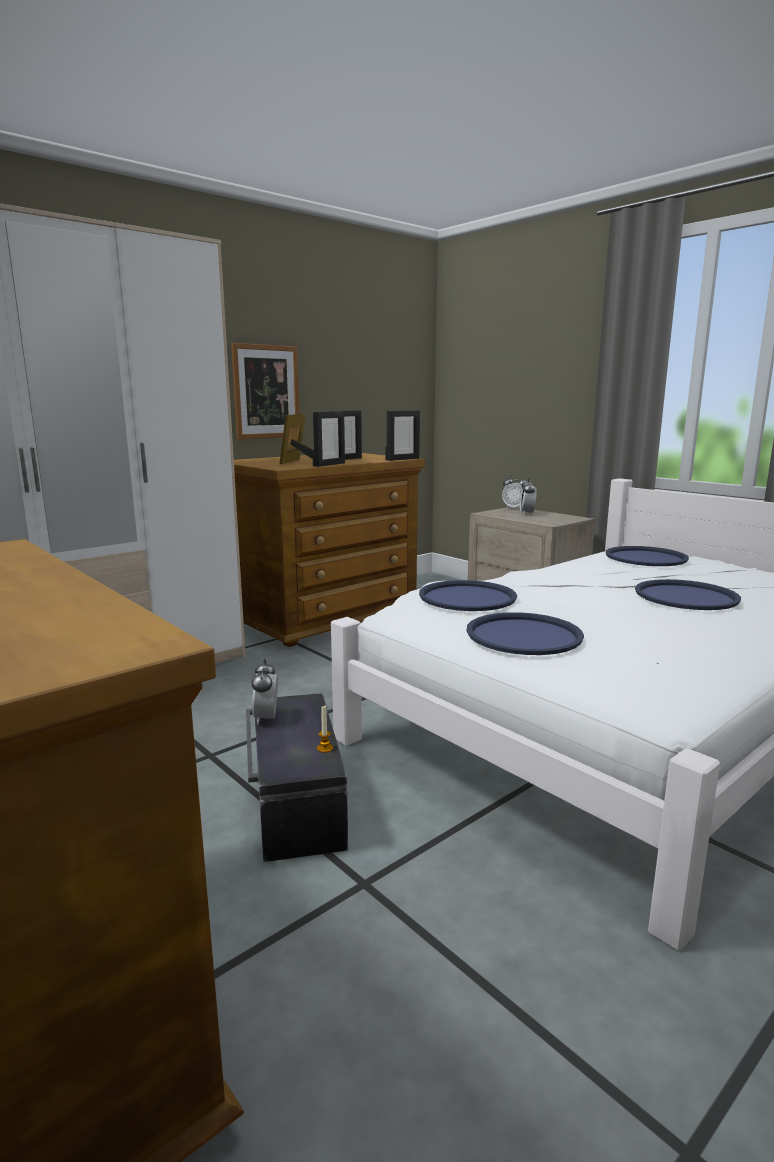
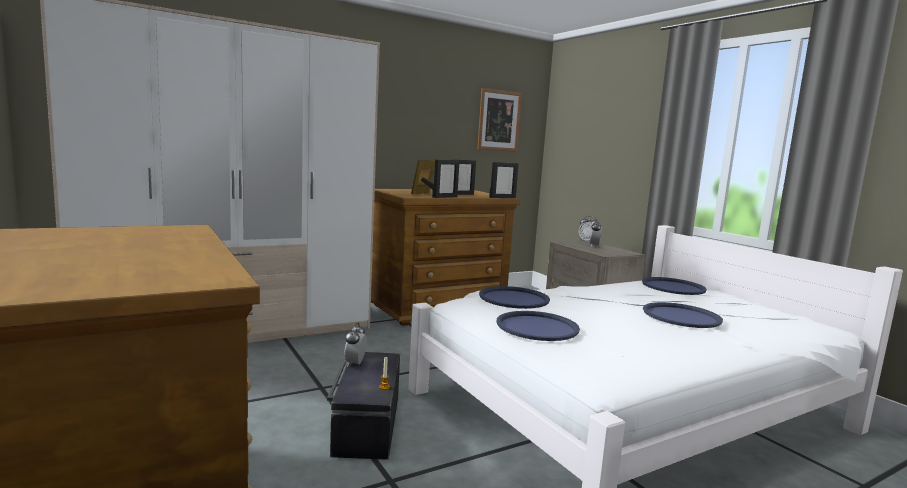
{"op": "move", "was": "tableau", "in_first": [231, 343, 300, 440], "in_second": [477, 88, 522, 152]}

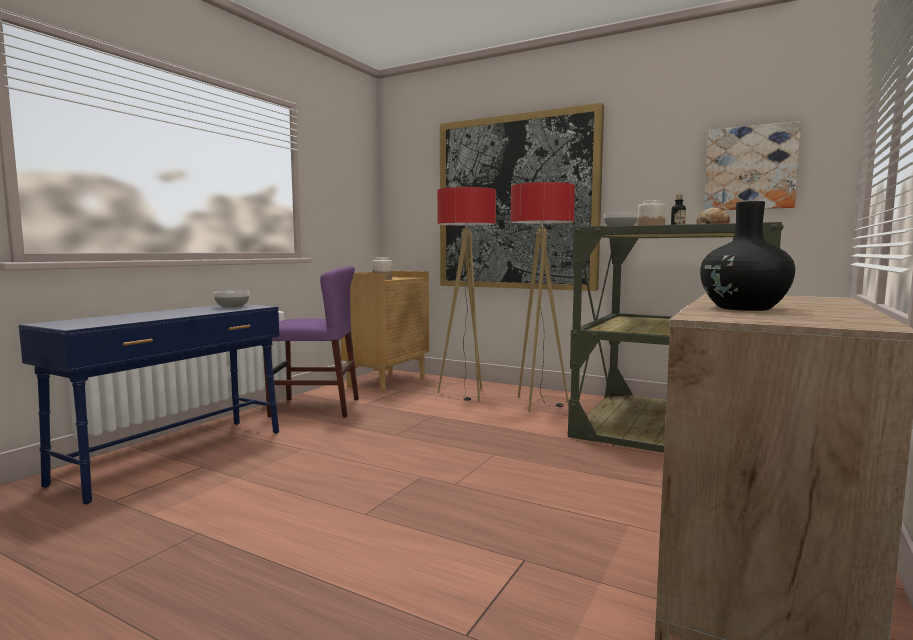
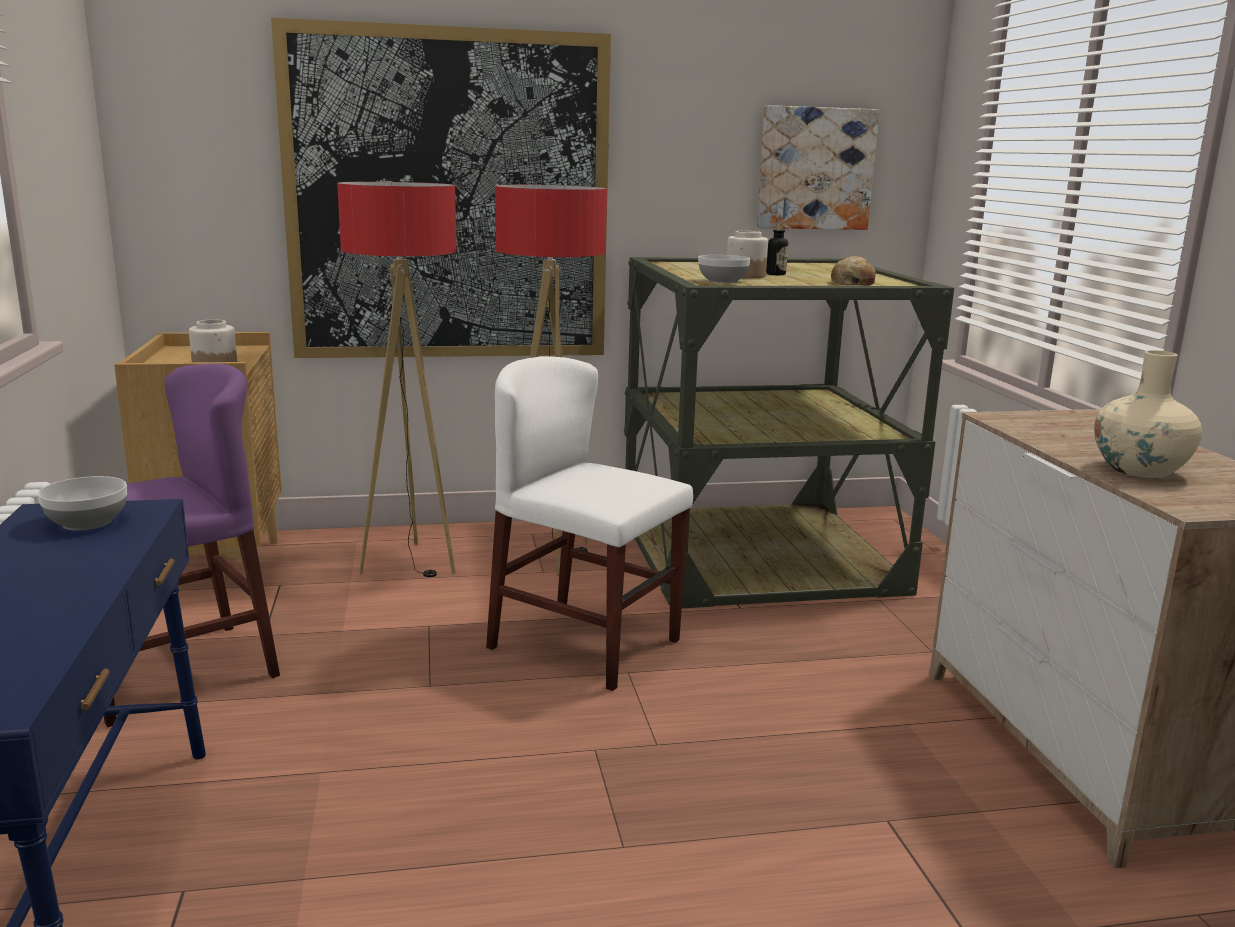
{"op": "recolor", "was": "vase/noir", "now": "vase/beige", "in_first": [700, 201, 795, 311], "in_second": [1094, 350, 1202, 478]}
{"op": "insert", "now": "chaise/blanc", "in_second": [486, 357, 693, 691]}

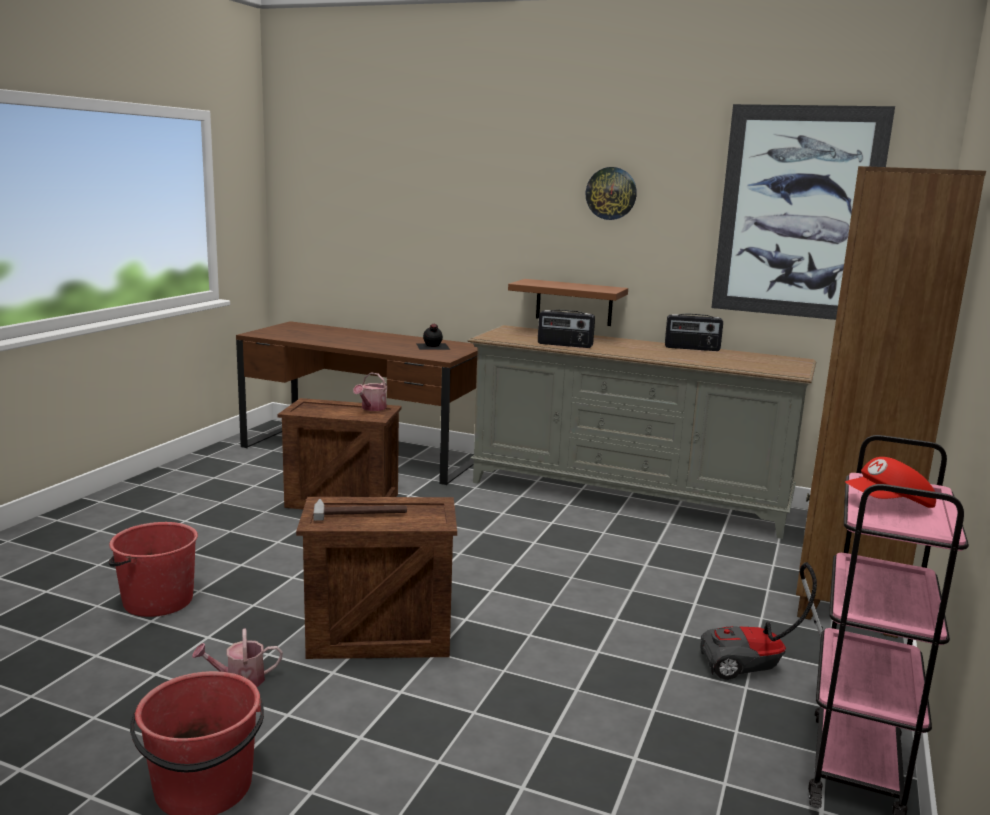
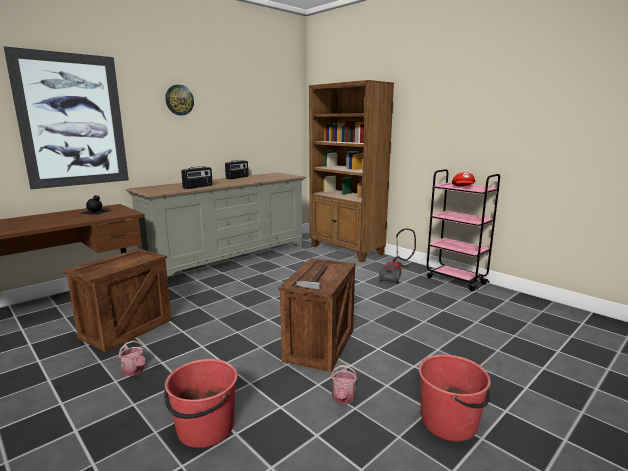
{"op": "move", "was": "tableau", "in_first": [711, 104, 895, 320], "in_second": [4, 46, 129, 189]}
{"op": "delete", "was": "étagère/marron", "in_first": [508, 279, 628, 326]}
{"op": "move", "was": "arrosoir", "in_first": [353, 372, 387, 411], "in_second": [118, 340, 145, 376]}

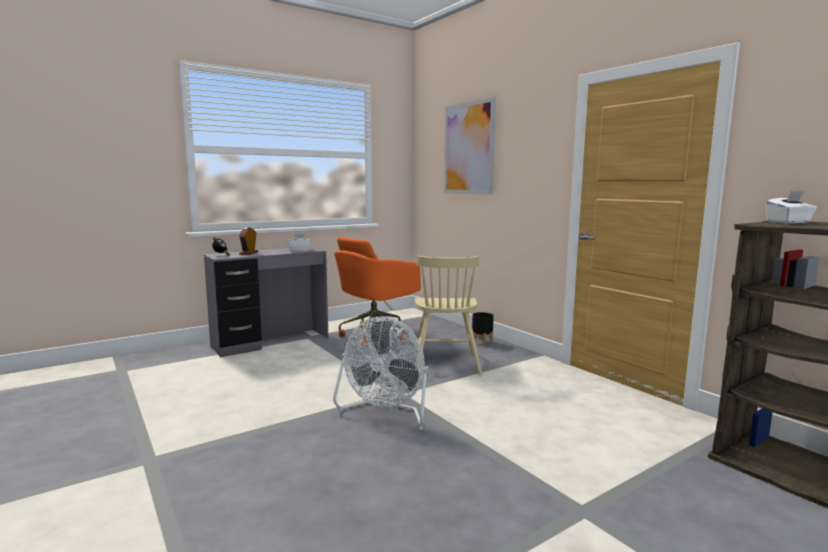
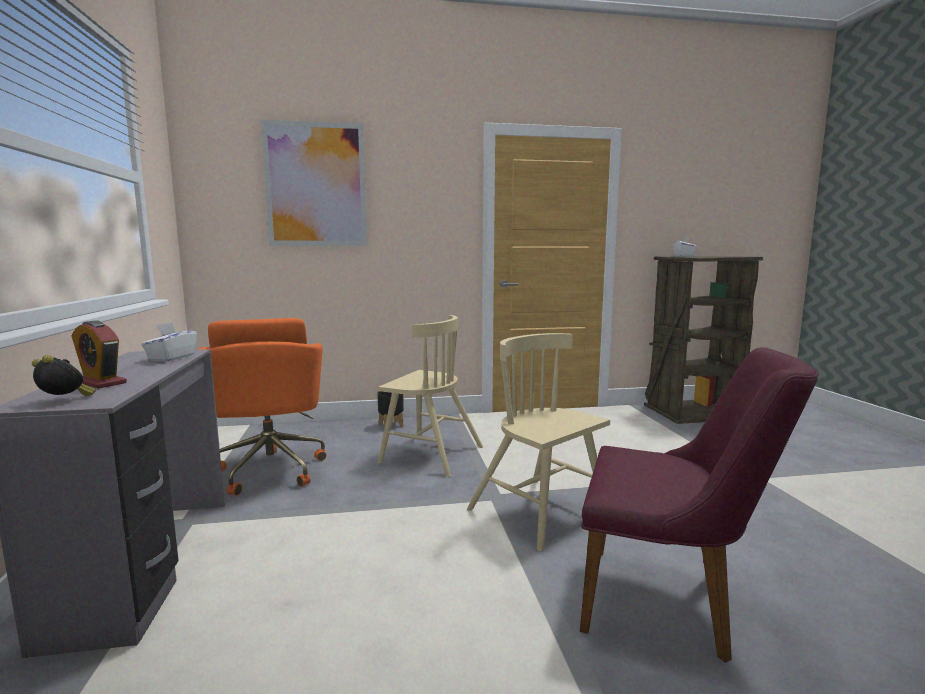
{"op": "replace", "was": "ventilateur/blanc", "now": "chaise/beige", "in_first": [333, 316, 429, 430], "in_second": [467, 333, 610, 551]}
{"op": "insert", "now": "chaise/violet", "in_second": [580, 347, 819, 663]}

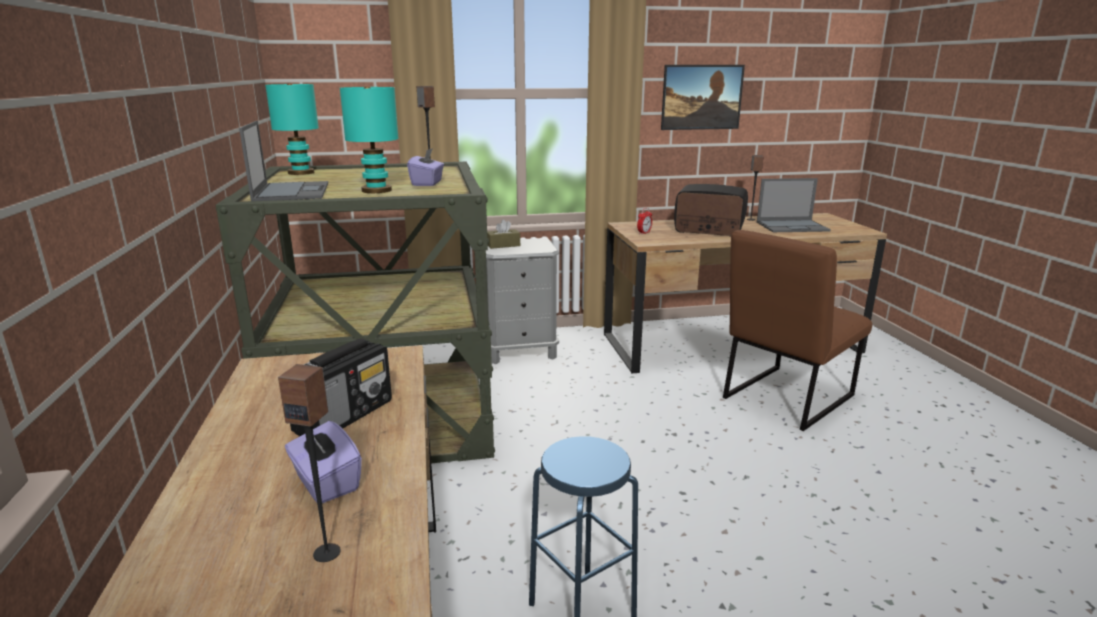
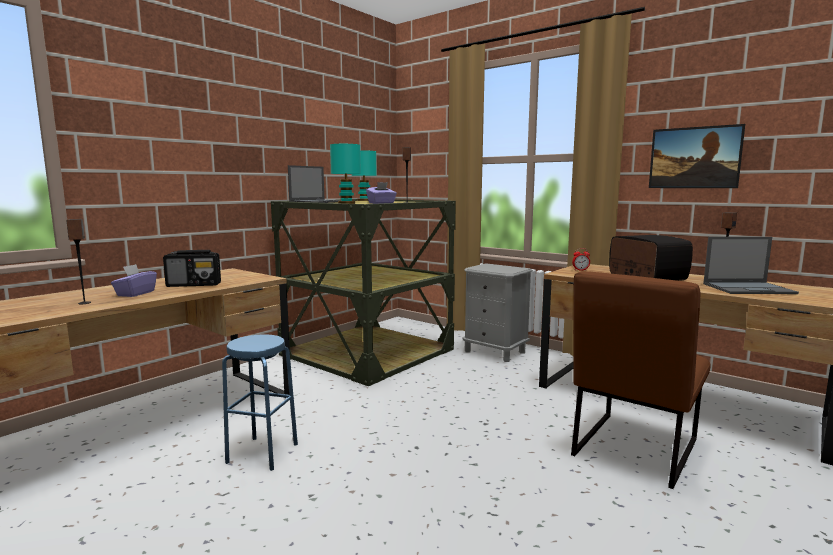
{"op": "rotate", "was": "ordinateur portable", "in_first": [757, 178, 831, 232], "in_second": [703, 237, 799, 294], "clockwise": -45}
{"op": "delete", "was": "boîte à mouchoirs/marron", "in_first": [487, 219, 520, 249]}
{"op": "rotate", "was": "chaise/marron", "in_first": [723, 230, 872, 431], "in_second": [571, 271, 711, 489], "clockwise": -60}

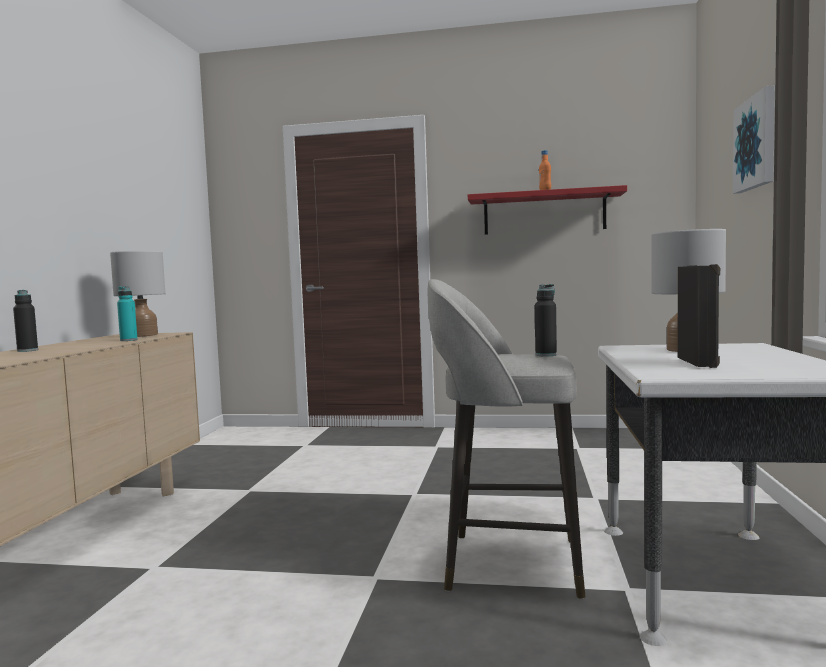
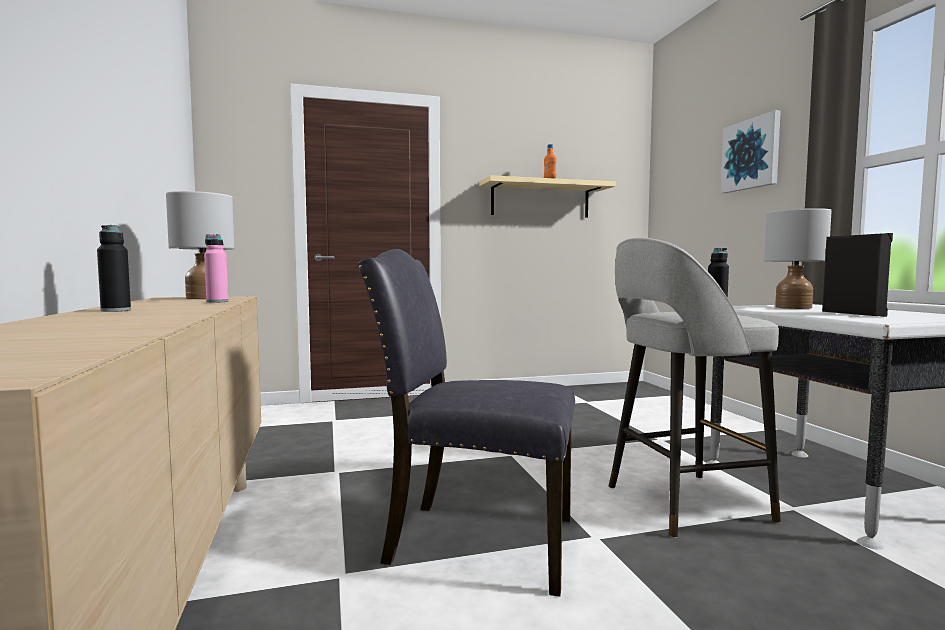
{"op": "recolor", "was": "étagère/rouge", "now": "étagère/beige", "in_first": [468, 185, 627, 235], "in_second": [479, 175, 616, 218]}
{"op": "recolor", "was": "bouteille/turquoise", "now": "bouteille/rose", "in_first": [117, 286, 138, 341], "in_second": [204, 234, 228, 303]}
{"op": "insert", "now": "chaise/gris", "in_second": [357, 249, 575, 597]}

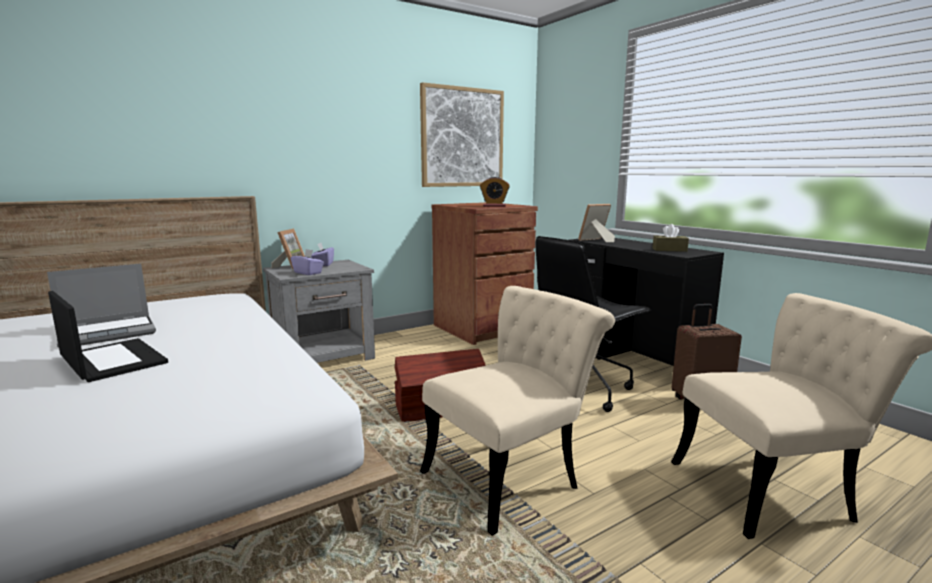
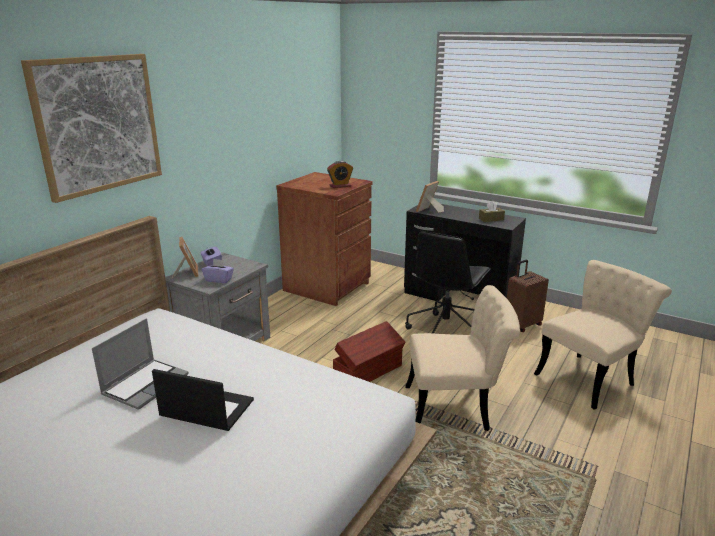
{"op": "move", "was": "tableau", "in_first": [420, 82, 504, 187], "in_second": [21, 54, 162, 203]}
{"op": "rotate", "was": "chaise/beige", "in_first": [420, 286, 615, 536], "in_second": [406, 285, 520, 431], "clockwise": 60}

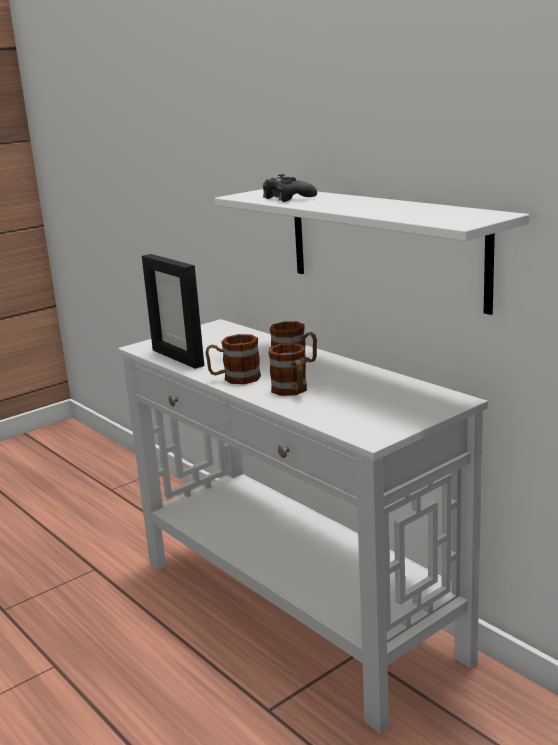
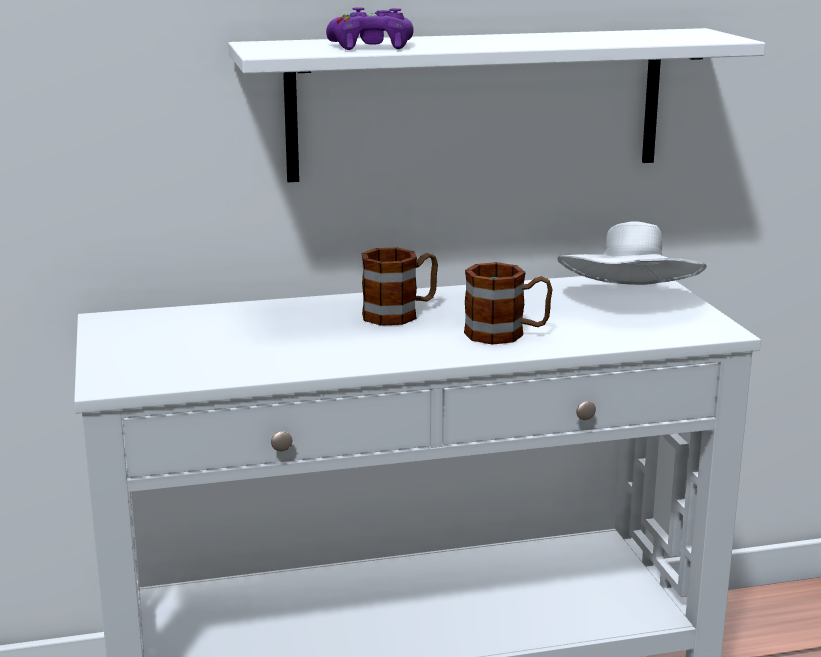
{"op": "recolor", "was": "manette/noir", "now": "manette/violet", "in_first": [263, 174, 317, 202], "in_second": [326, 8, 414, 50]}
{"op": "delete", "was": "cadre photo", "in_first": [142, 254, 204, 369]}
{"op": "delete", "was": "mug", "in_first": [206, 334, 261, 384]}
{"op": "insert", "now": "chapeau/blanc", "in_second": [558, 221, 707, 285]}

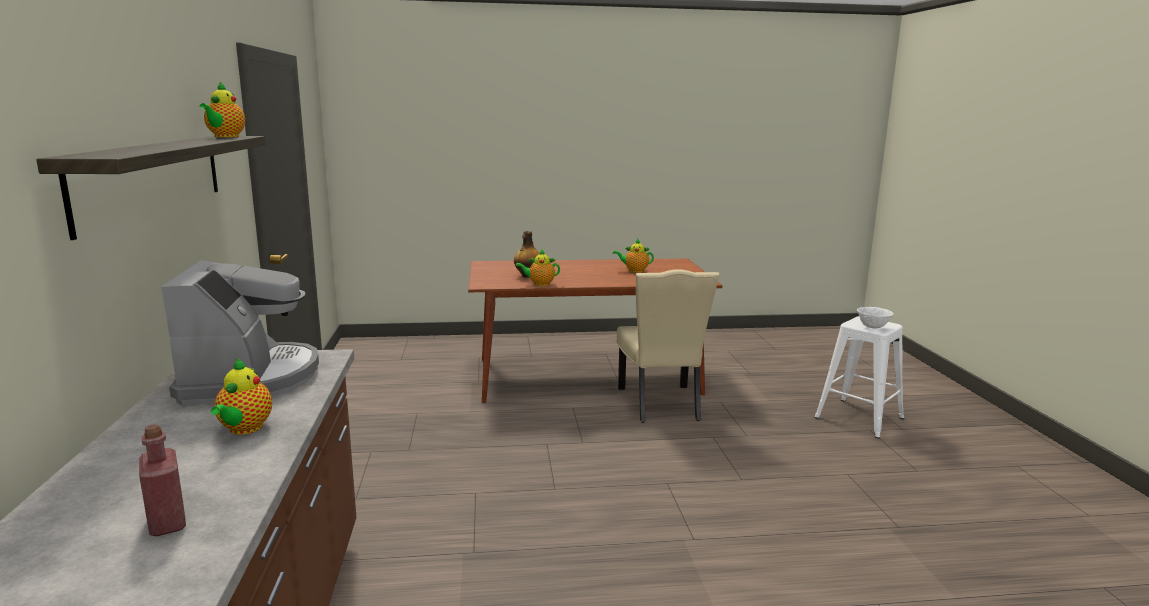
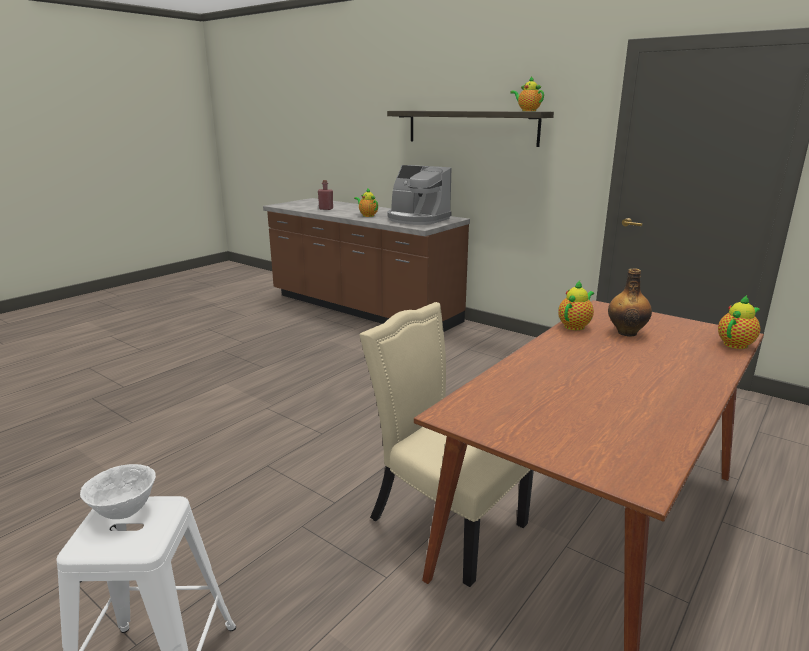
{"op": "move", "was": "théière", "in_first": [613, 239, 654, 273], "in_second": [718, 295, 760, 349]}

